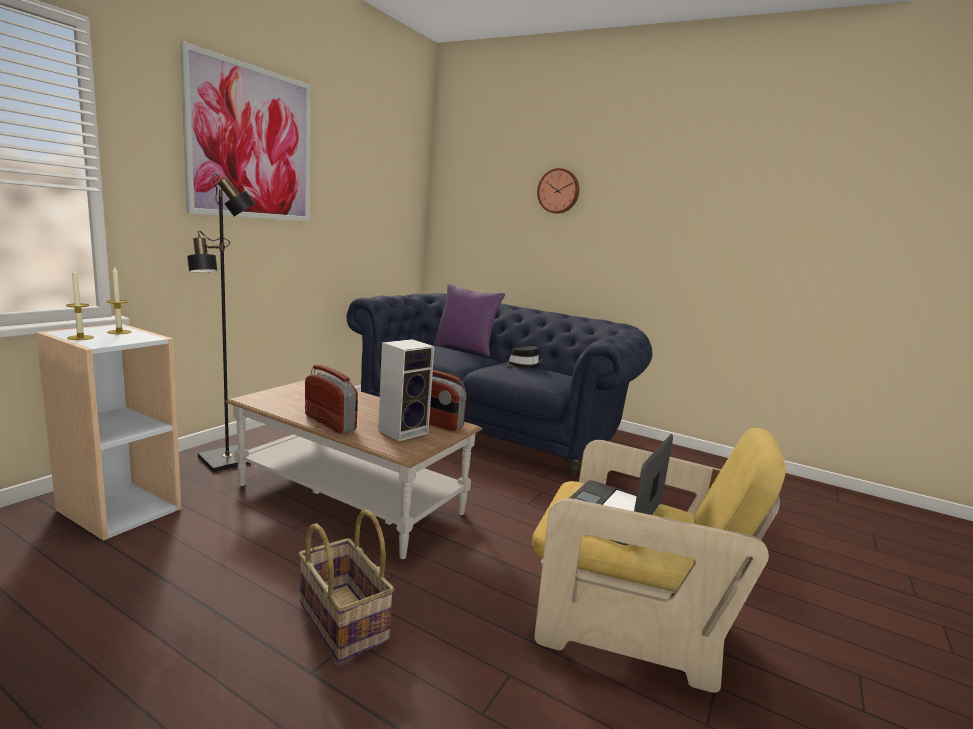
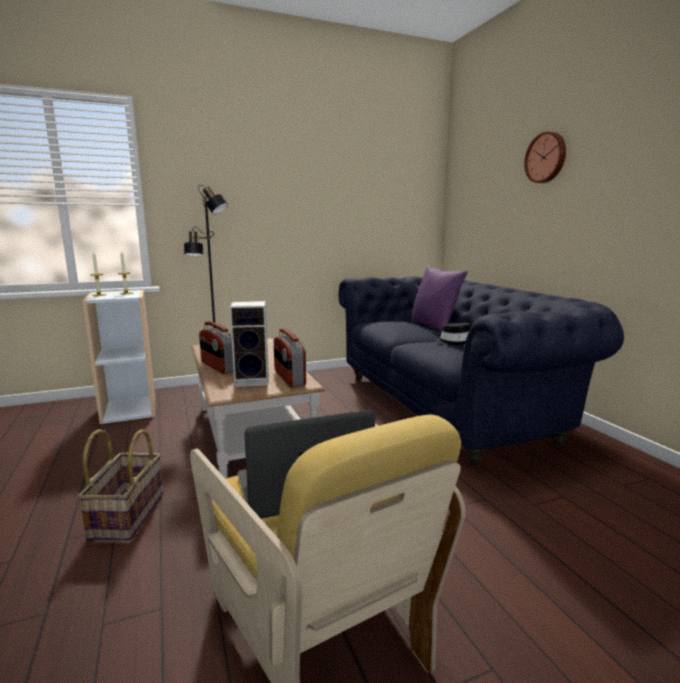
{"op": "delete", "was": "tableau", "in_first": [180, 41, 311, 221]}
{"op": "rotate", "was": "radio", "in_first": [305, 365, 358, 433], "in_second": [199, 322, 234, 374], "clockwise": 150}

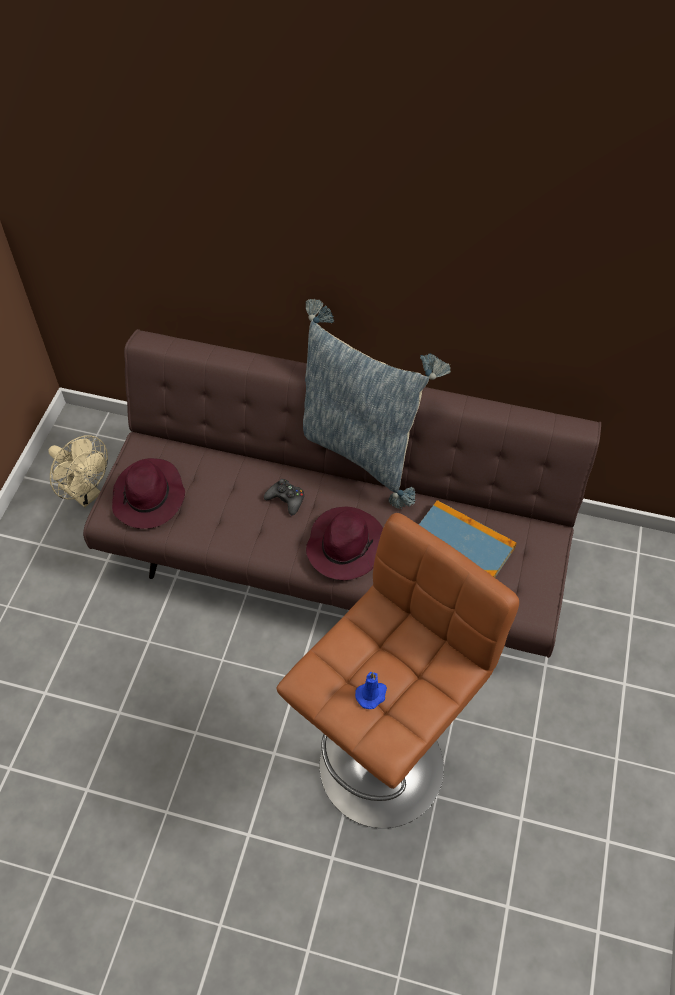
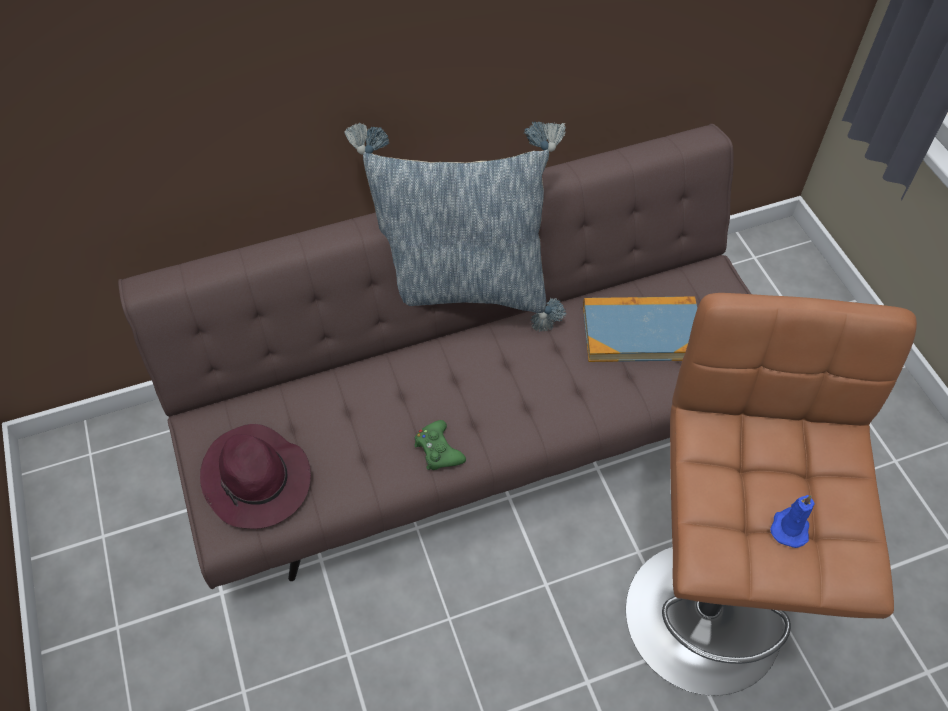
{"op": "delete", "was": "ventilateur/beige", "in_first": [48, 435, 108, 507]}
{"op": "delete", "was": "manette/noir", "in_first": [264, 479, 304, 516]}
{"op": "delete", "was": "chapeau/violet", "in_first": [306, 507, 383, 580]}
{"op": "insert", "now": "manette/vert", "in_second": [414, 420, 466, 470]}

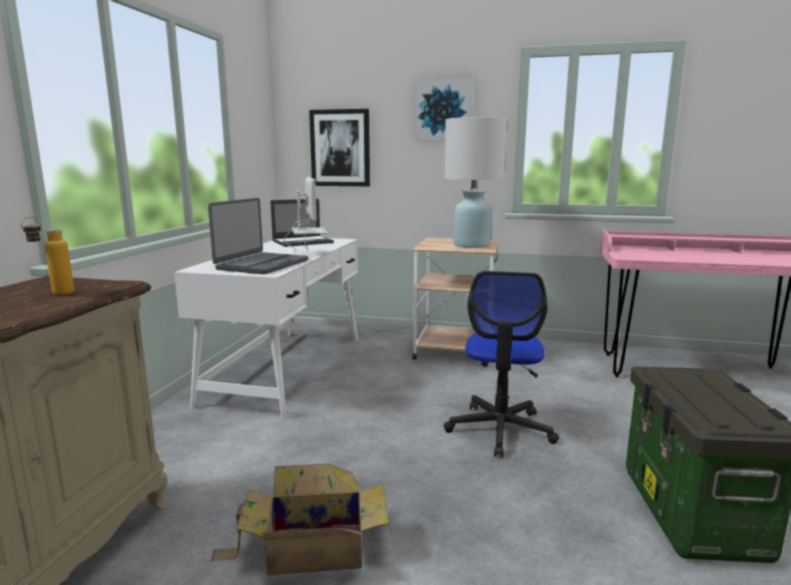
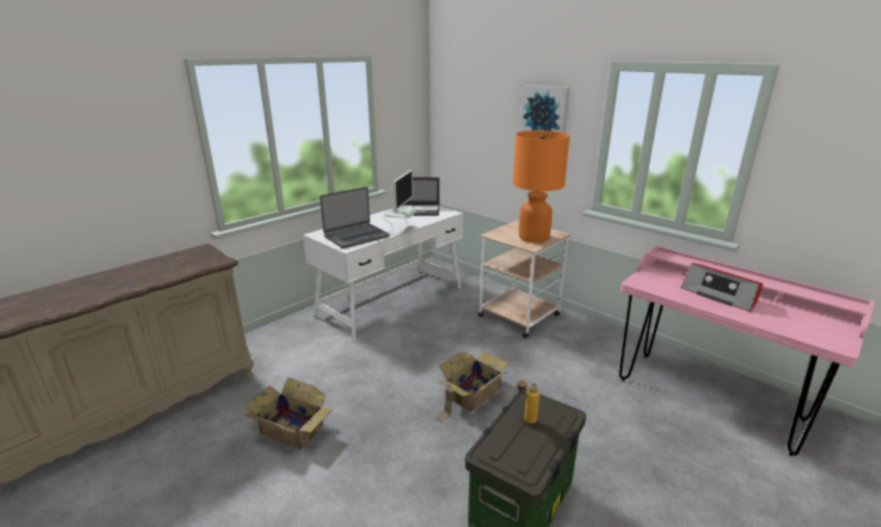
{"op": "delete", "was": "tableau", "in_first": [309, 109, 370, 186]}
{"op": "recolor", "was": "lampe de table/blanc", "now": "lampe de table/orange", "in_first": [444, 117, 507, 248], "in_second": [513, 130, 570, 243]}
{"op": "move", "was": "bouteille", "in_first": [21, 217, 74, 295], "in_second": [517, 378, 540, 424]}
{"op": "replace", "was": "chaise de bureau", "now": "carton", "in_first": [444, 271, 559, 457], "in_second": [435, 352, 509, 423]}
{"op": "insert", "now": "radio", "in_second": [681, 263, 763, 312]}

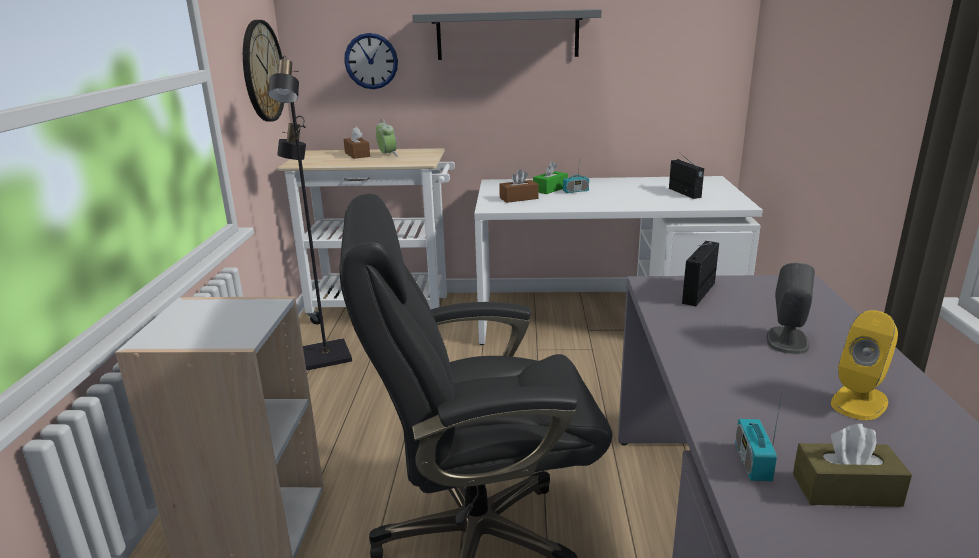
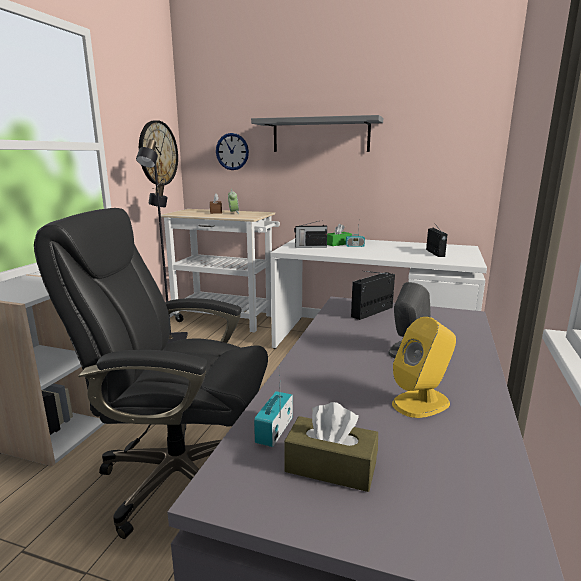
{"op": "replace", "was": "boîte à mouchoirs/marron", "now": "radio", "in_first": [499, 169, 539, 203], "in_second": [294, 221, 327, 248]}

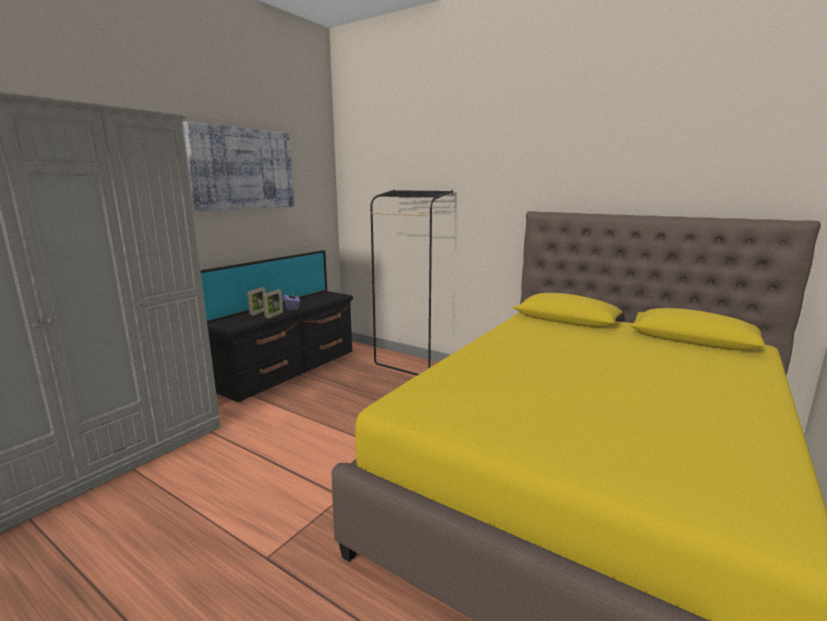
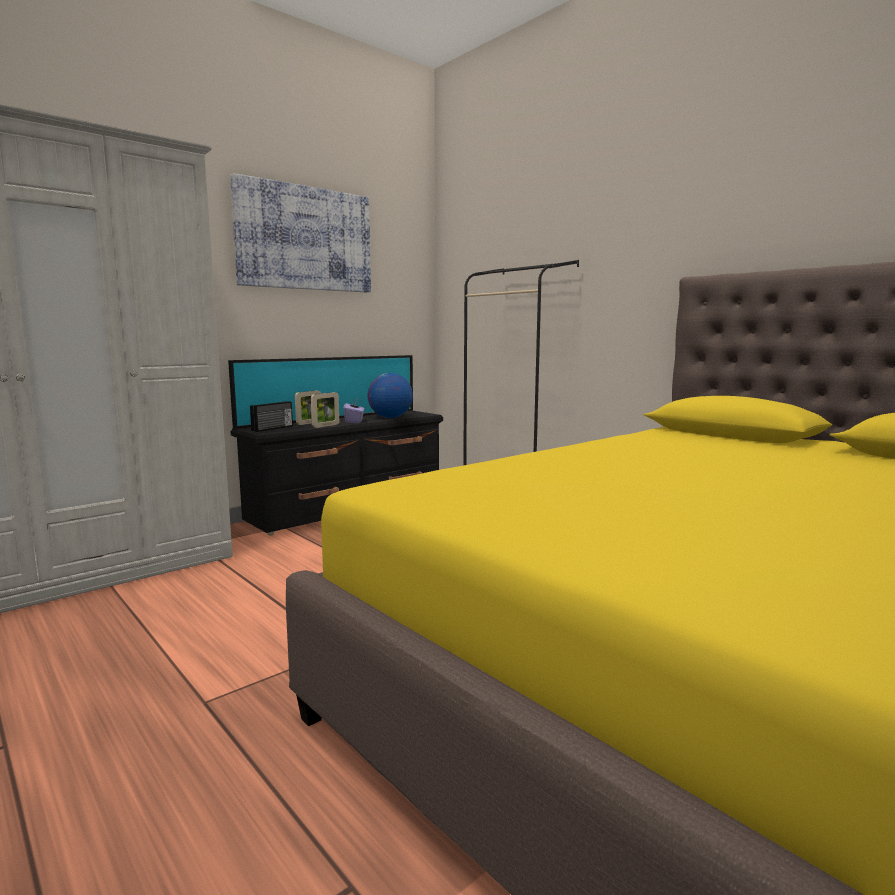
{"op": "insert", "now": "globe", "in_second": [368, 373, 413, 418]}
{"op": "insert", "now": "radio", "in_second": [250, 401, 293, 432]}

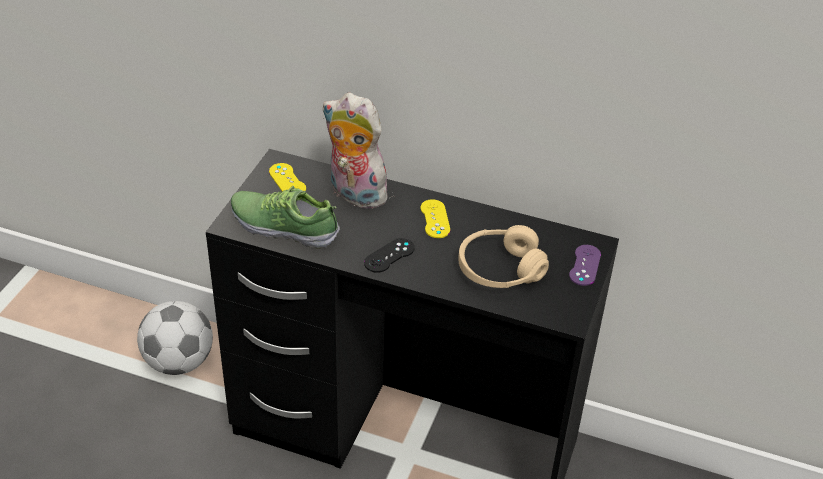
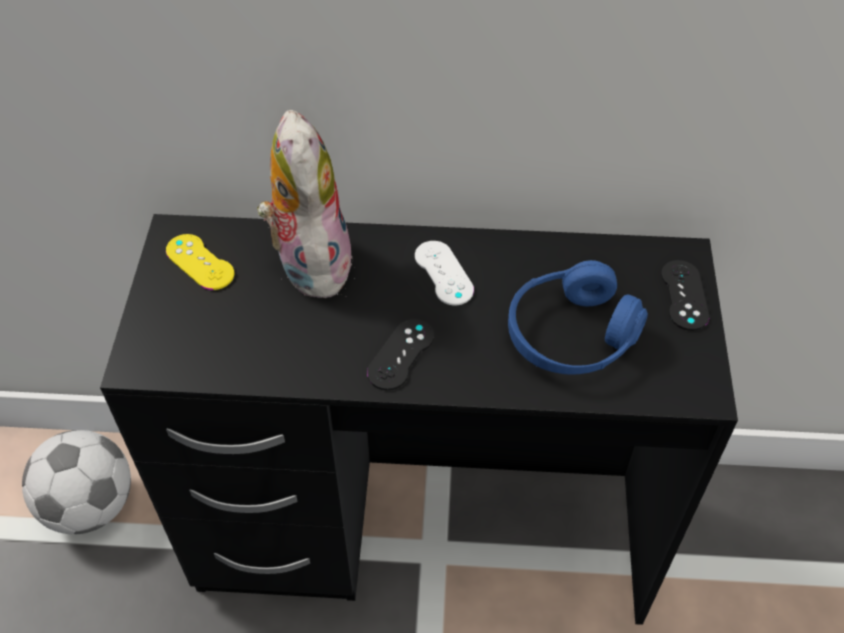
{"op": "rotate", "was": "peluche", "in_first": [322, 93, 388, 209], "in_second": [257, 110, 353, 299], "clockwise": 60}
{"op": "delete", "was": "chaussure", "in_first": [231, 186, 340, 249]}
{"op": "recolor", "was": "manette/jaune", "now": "manette/blanc", "in_first": [420, 199, 450, 238], "in_second": [415, 241, 474, 306]}
{"op": "recolor", "was": "casque audio/beige", "now": "casque audio/bleu", "in_first": [458, 225, 549, 288], "in_second": [508, 260, 648, 375]}
{"op": "recolor", "was": "manette/violet", "now": "manette/noir", "in_first": [569, 245, 601, 286], "in_second": [661, 260, 709, 331]}

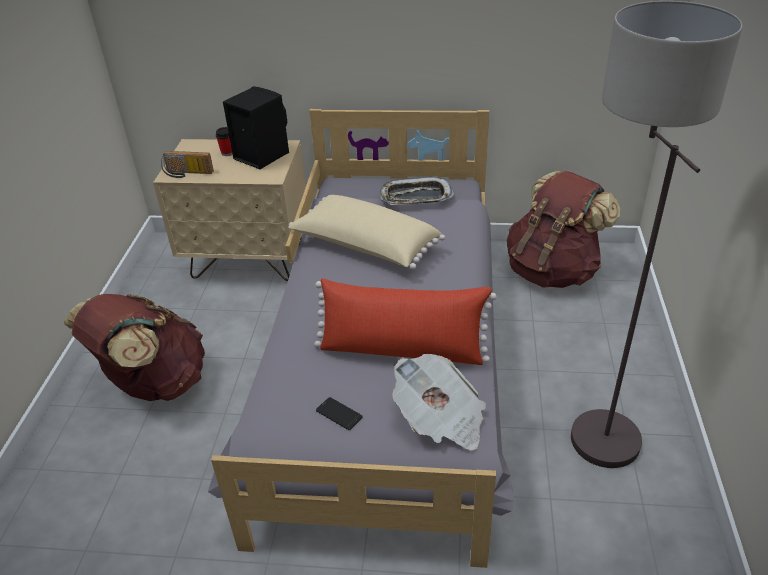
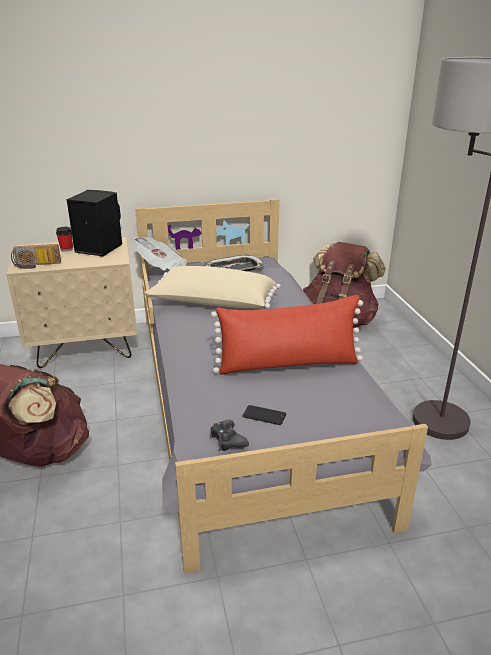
{"op": "move", "was": "journal", "in_first": [392, 354, 486, 450], "in_second": [134, 237, 187, 270]}
{"op": "insert", "now": "manette/noir", "in_second": [210, 420, 249, 451]}

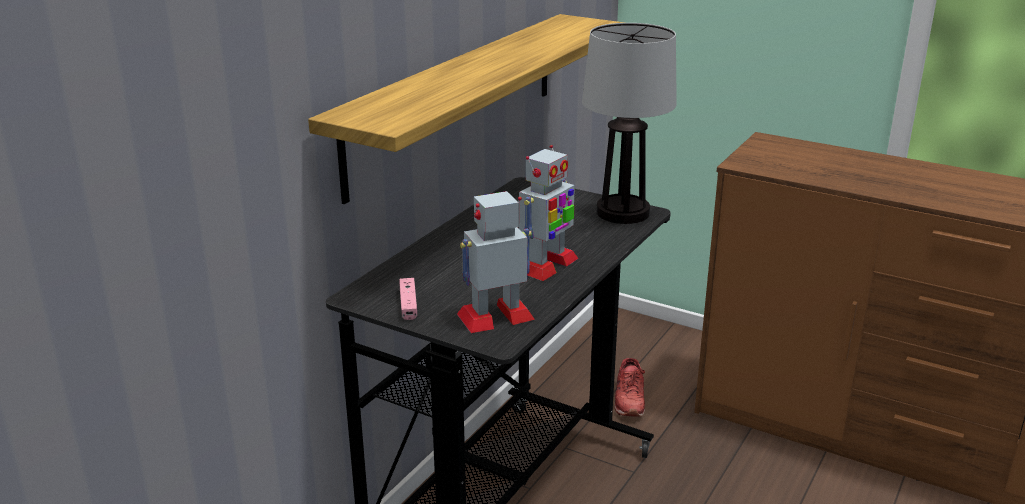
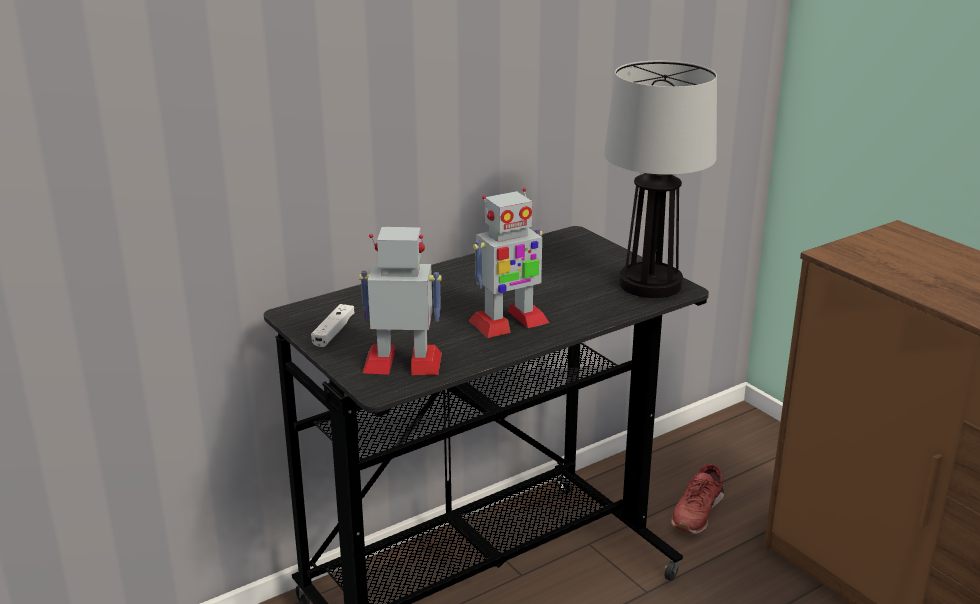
{"op": "delete", "was": "étagère", "in_first": [308, 14, 625, 204]}
{"op": "recolor", "was": "manette/rose", "now": "manette/blanc", "in_first": [400, 278, 417, 320], "in_second": [311, 304, 355, 347]}

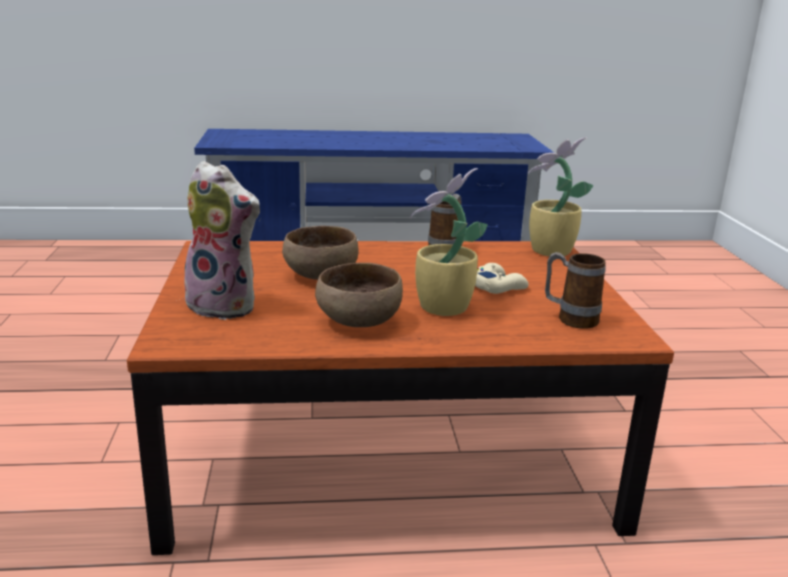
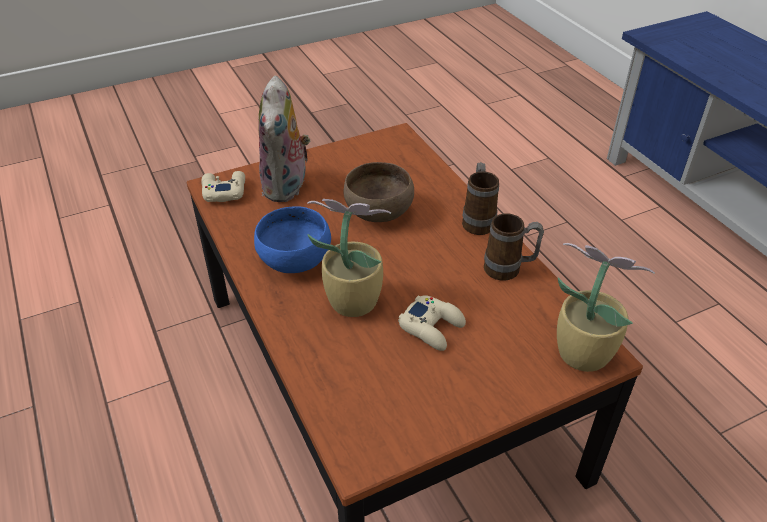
{"op": "move", "was": "mug", "in_first": [545, 252, 606, 329], "in_second": [462, 162, 499, 235]}
{"op": "recolor", "was": "bol/marron", "now": "bol/bleu", "in_first": [315, 263, 403, 327], "in_second": [254, 206, 331, 273]}
{"op": "insert", "now": "manette/beige", "in_second": [201, 171, 245, 202]}

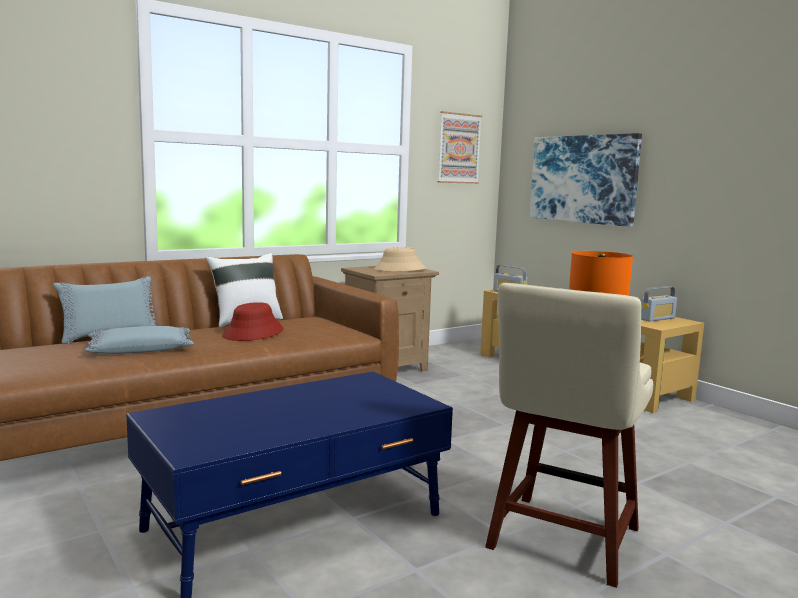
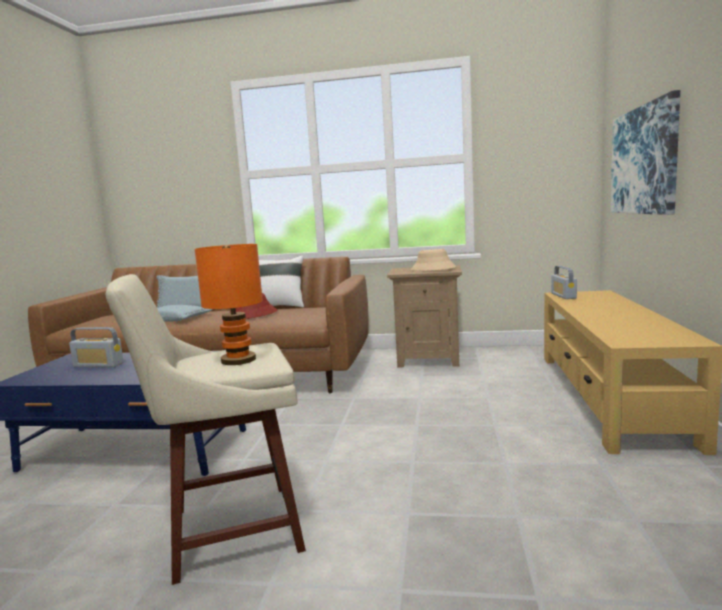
{"op": "delete", "was": "tableau", "in_first": [438, 111, 482, 184]}
{"op": "move", "was": "radio", "in_first": [641, 286, 677, 322], "in_second": [69, 327, 124, 368]}

